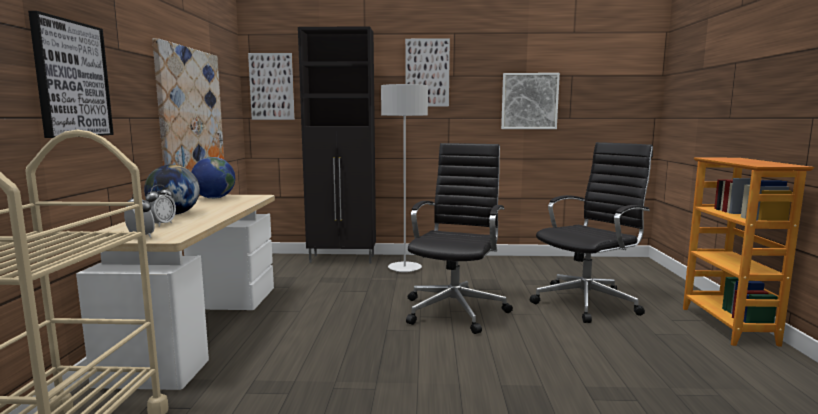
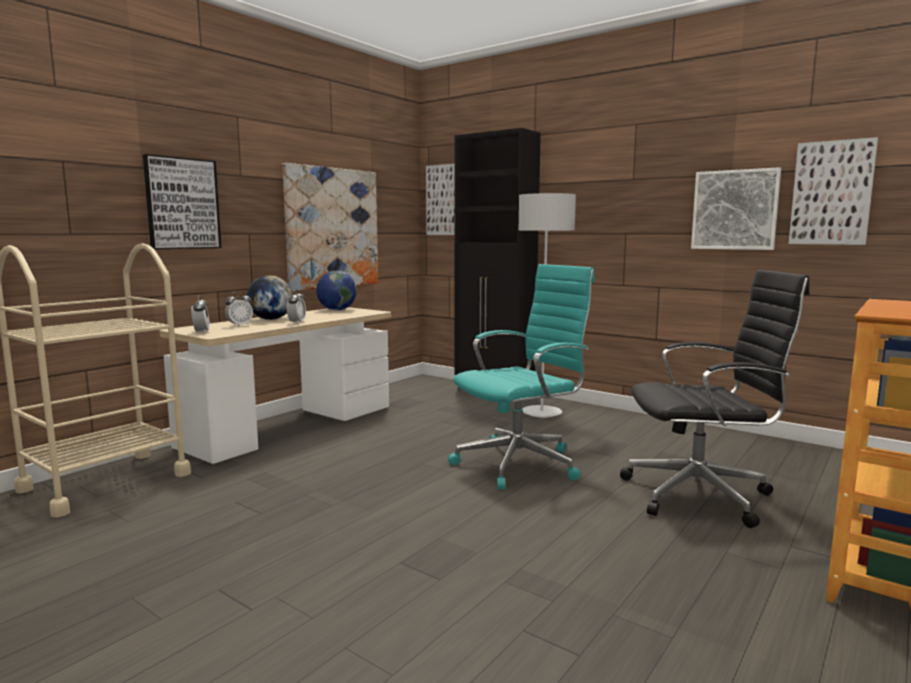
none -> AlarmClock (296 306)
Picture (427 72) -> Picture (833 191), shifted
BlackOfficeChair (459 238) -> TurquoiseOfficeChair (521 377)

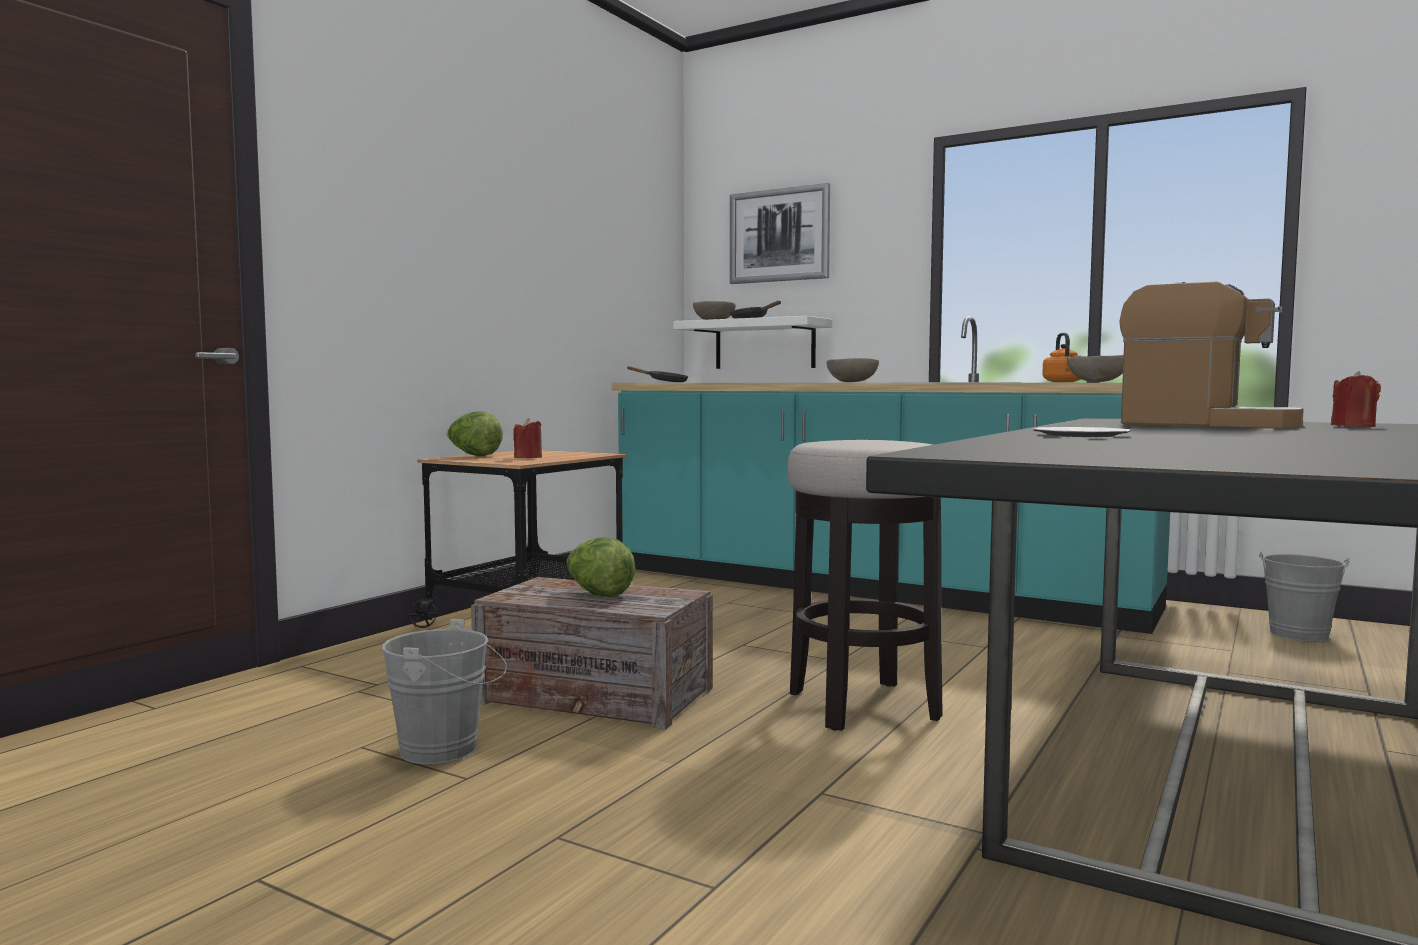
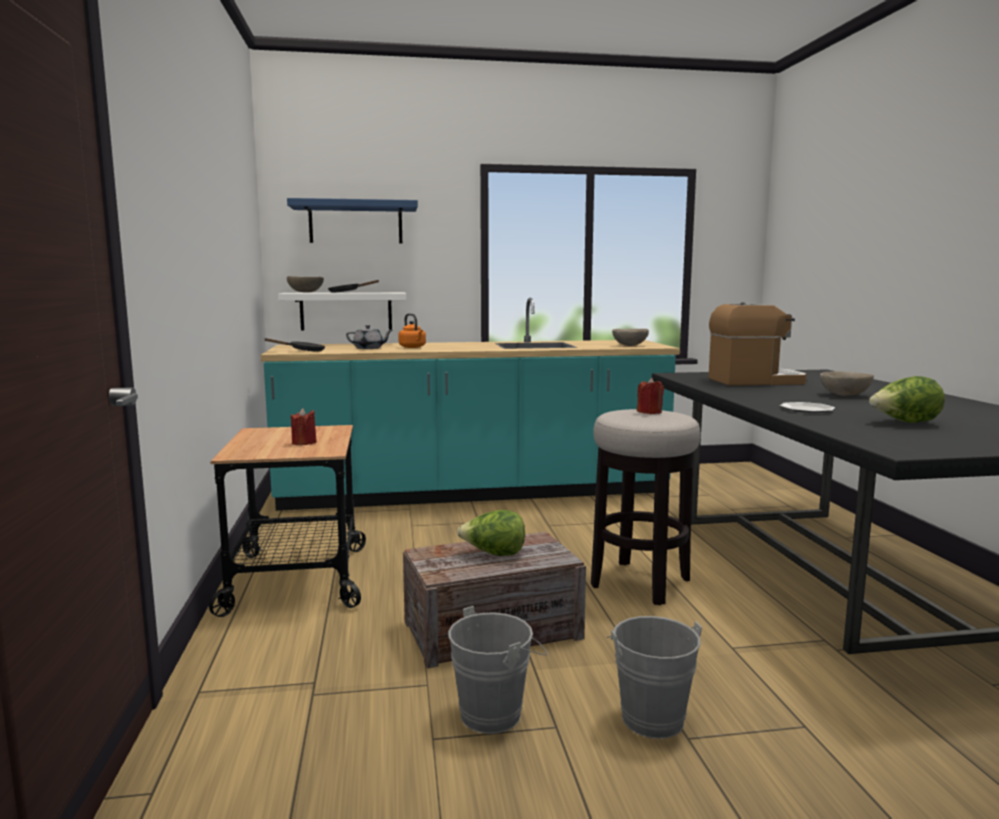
none -> GreyTeapot (369 337)
Lettuce (475 433) -> Lettuce (907 399), shifted
BeigeBowl (853 370) -> BeigeBowl (847 383), shifted
OrangeKettle (1061 357) -> OrangeKettle (412 330), shifted
GreyBucket (1304 596) -> GreyBucket (654 677), shifted
RedCandle (1356 399) -> RedCandle (650 396), shifted
Picture (780 233) -> BlueShelf (352 220)

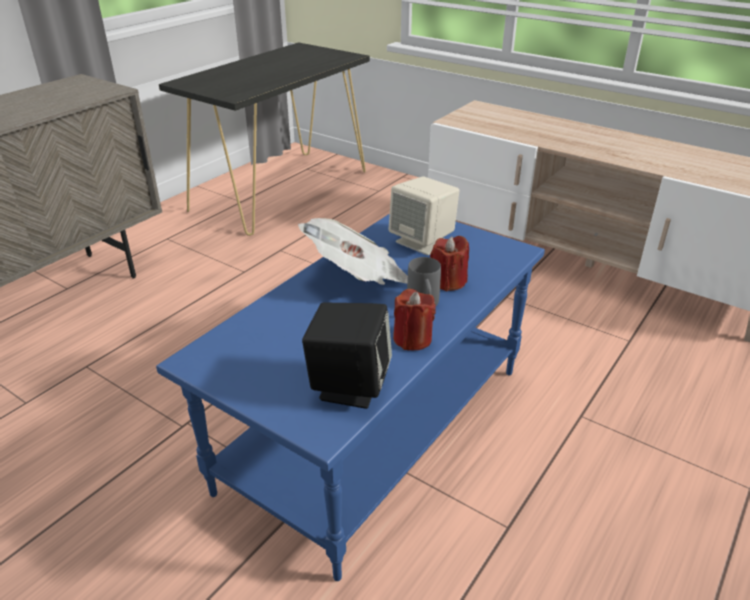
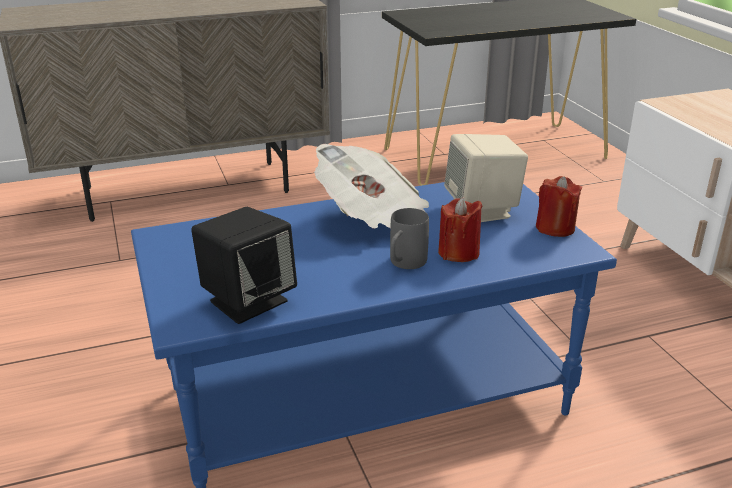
RedCandle (414 320) -> RedCandle (559 206), shifted

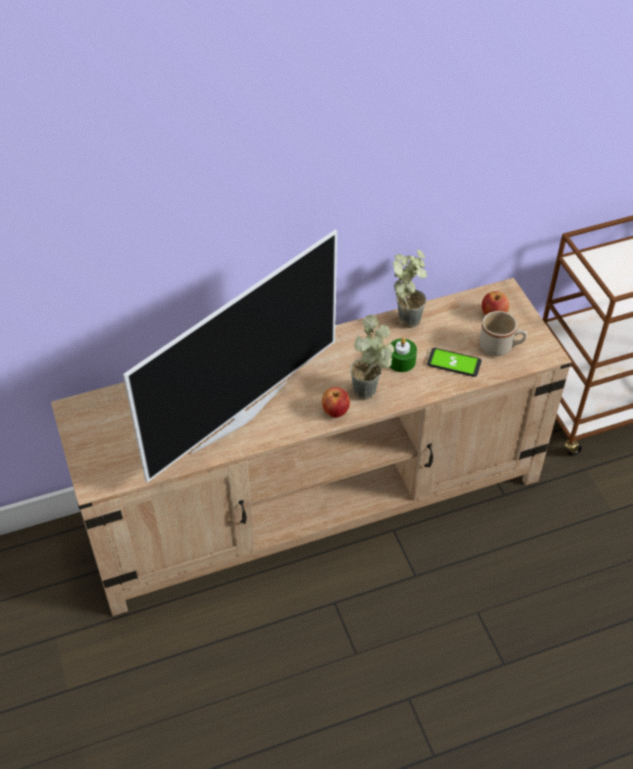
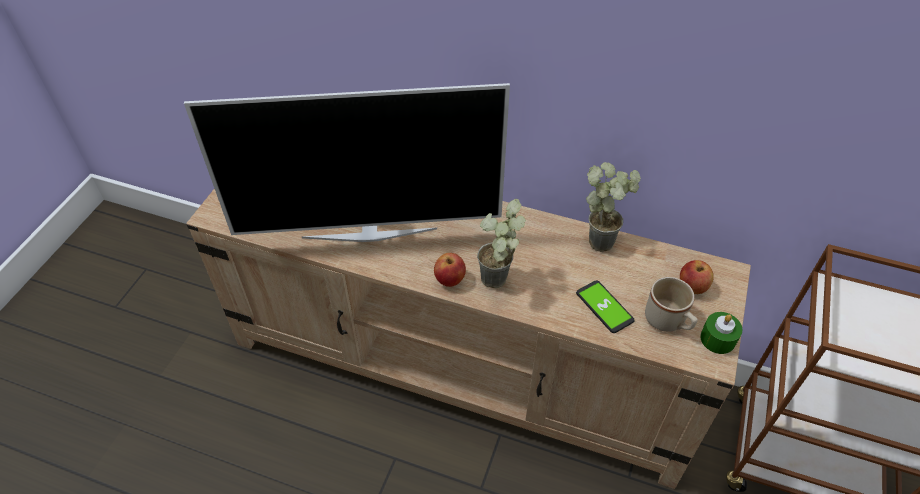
GreenCandle (403 355) -> GreenCandle (721 333), shifted

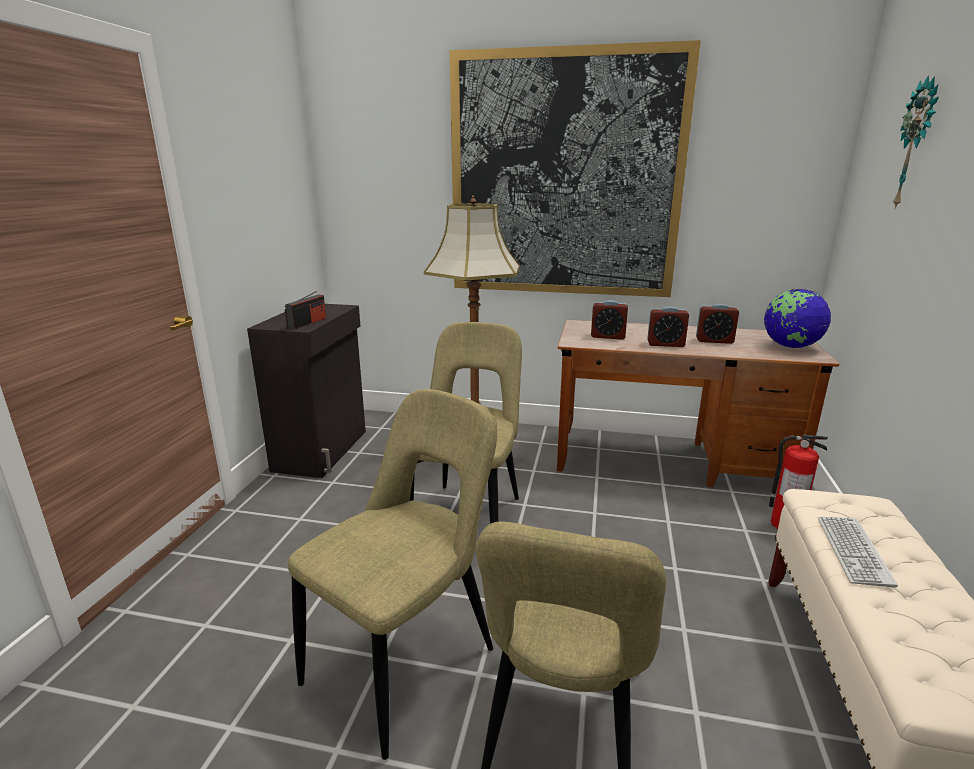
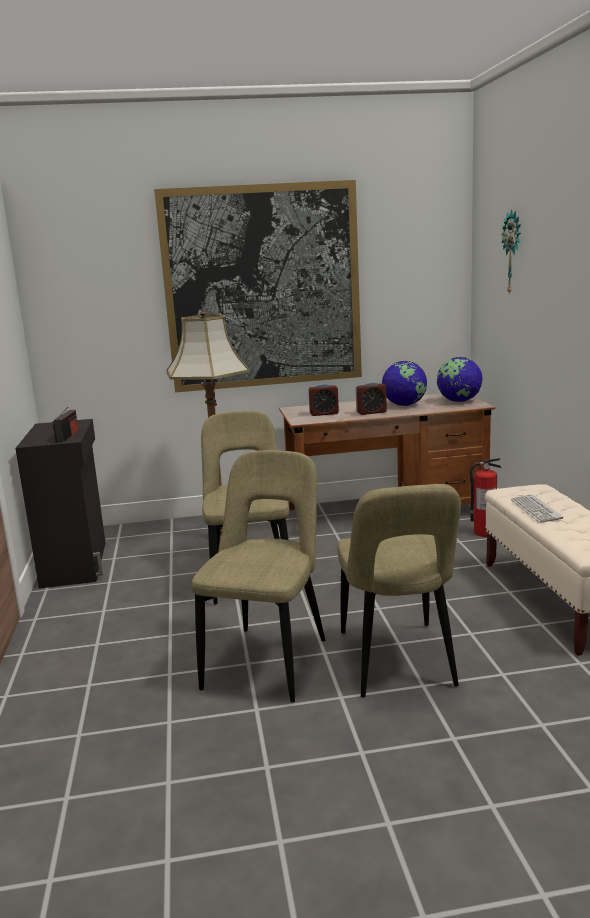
AlarmClock (717 323) -> Globe (404 383)

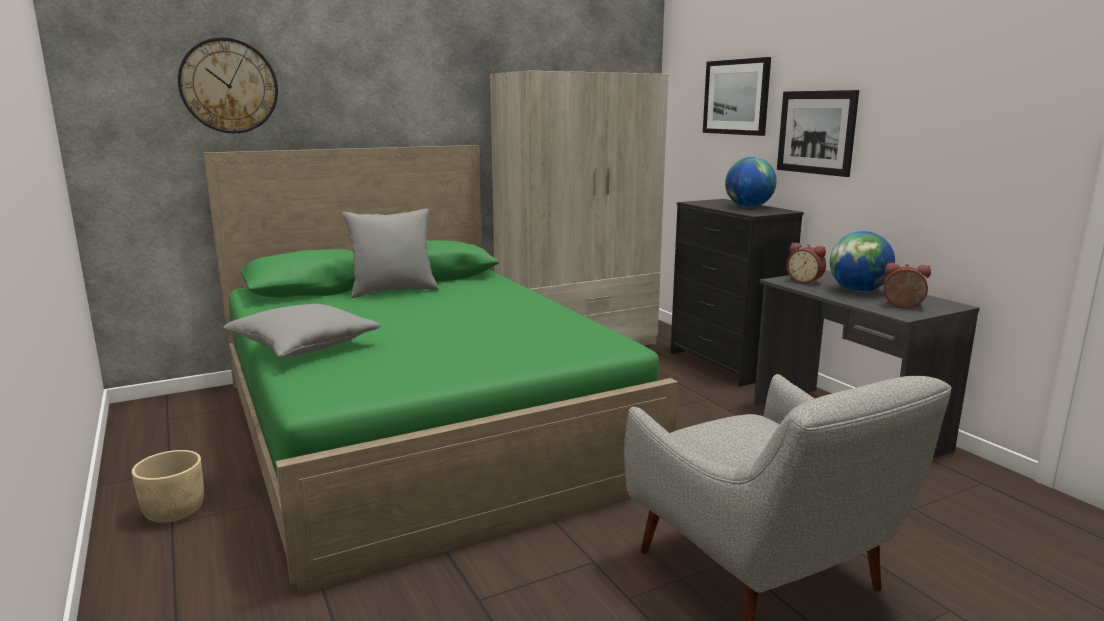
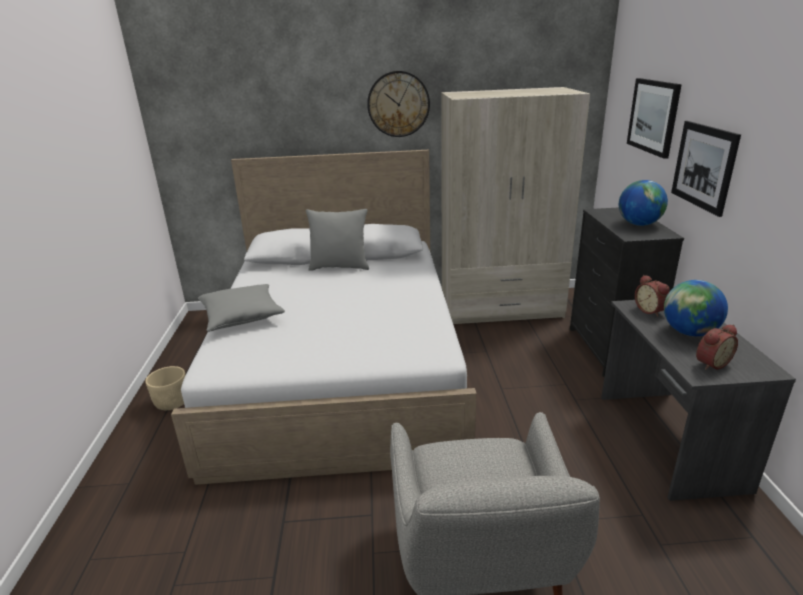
WallClock (228 85) -> WallClock (398 104), shifted
GreenBed (440 370) -> WhiteBed (324 317)
AlarmClock (907 285) -> AlarmClock (717 347), 105 degrees clockwise

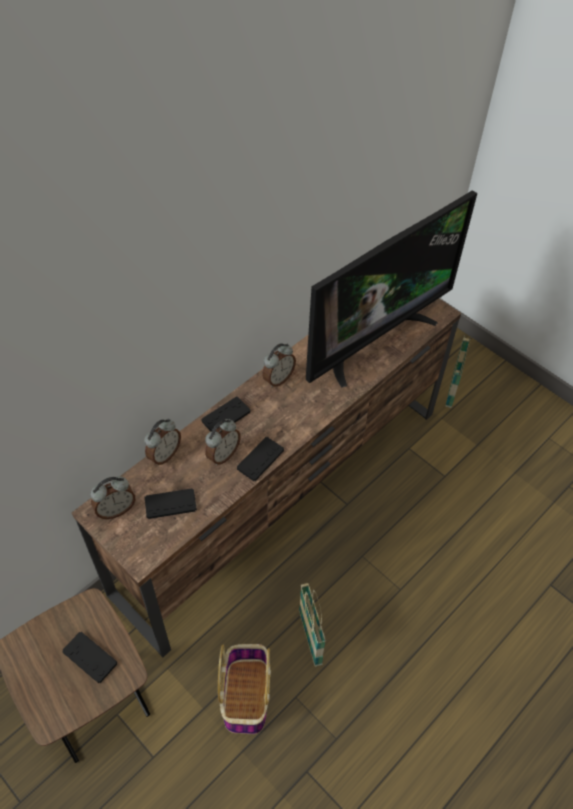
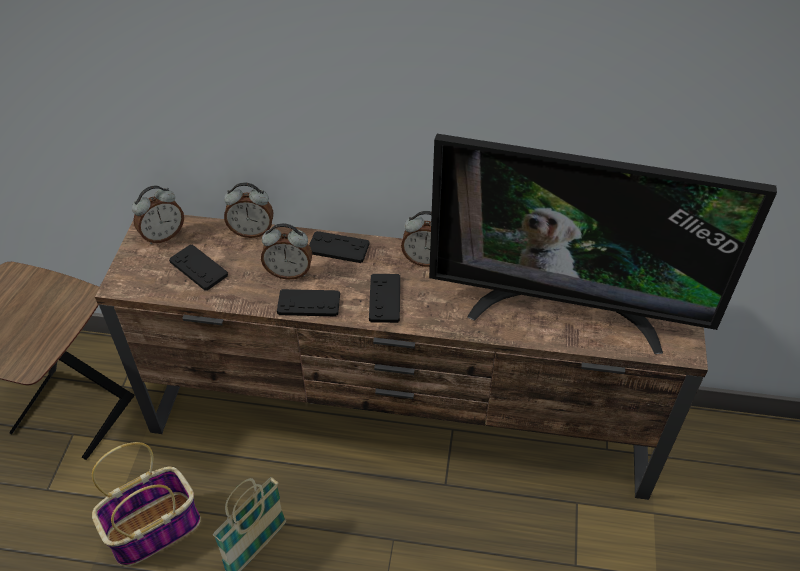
Basket (457 372) -> none
BlackGameController (90 657) -> BlackGameController (384 298), shifted
AlarmClock (112 497) -> AlarmClock (158 214), 60 degrees counterclockwise

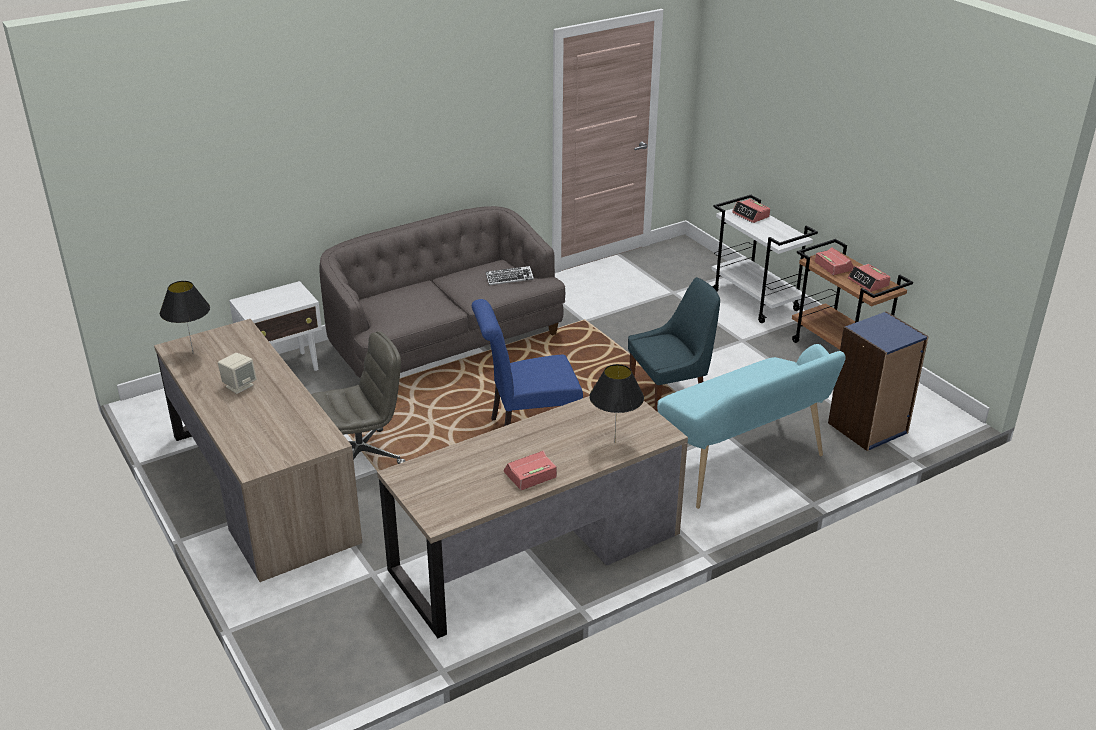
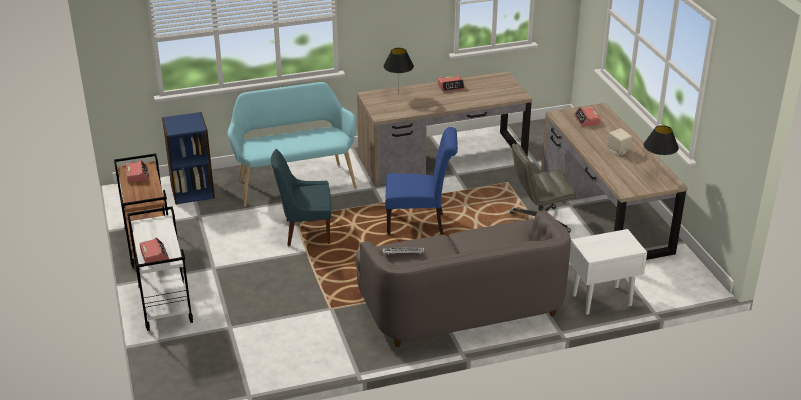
AlarmClock (834 261) -> AlarmClock (587 117), shifted

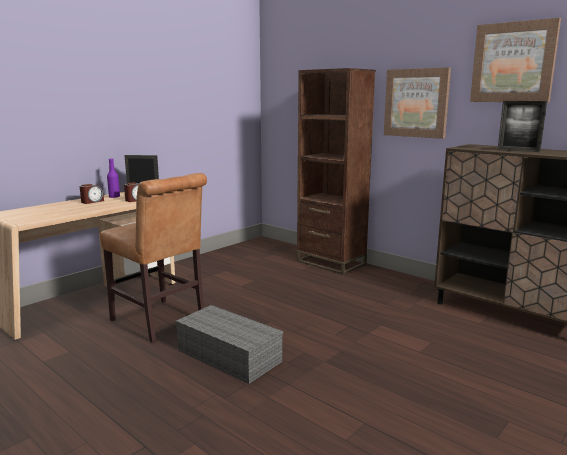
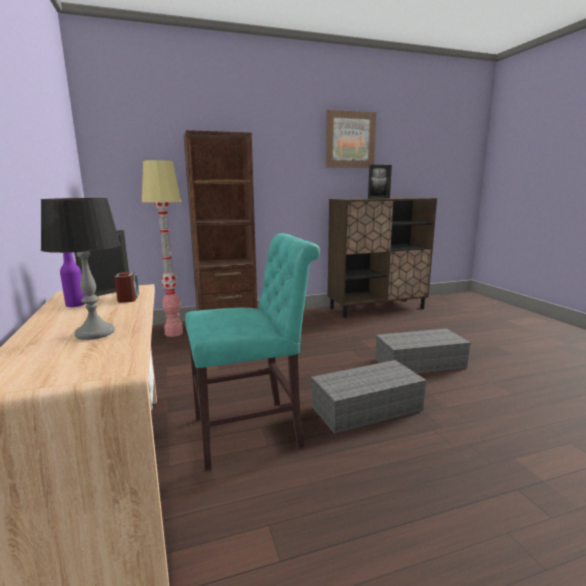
AlarmClock (91 194) -> none
Picture (417 103) -> none
none -> TableLamp (81 269)
none -> FloorLamp (162 248)
none -> GreyStorageBox (423 351)
BrownChair (153 258) -> TurquoiseChair (252 352)

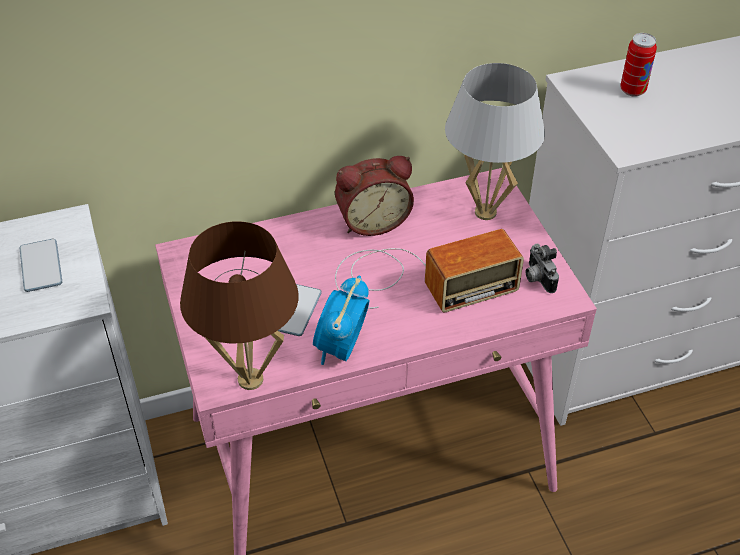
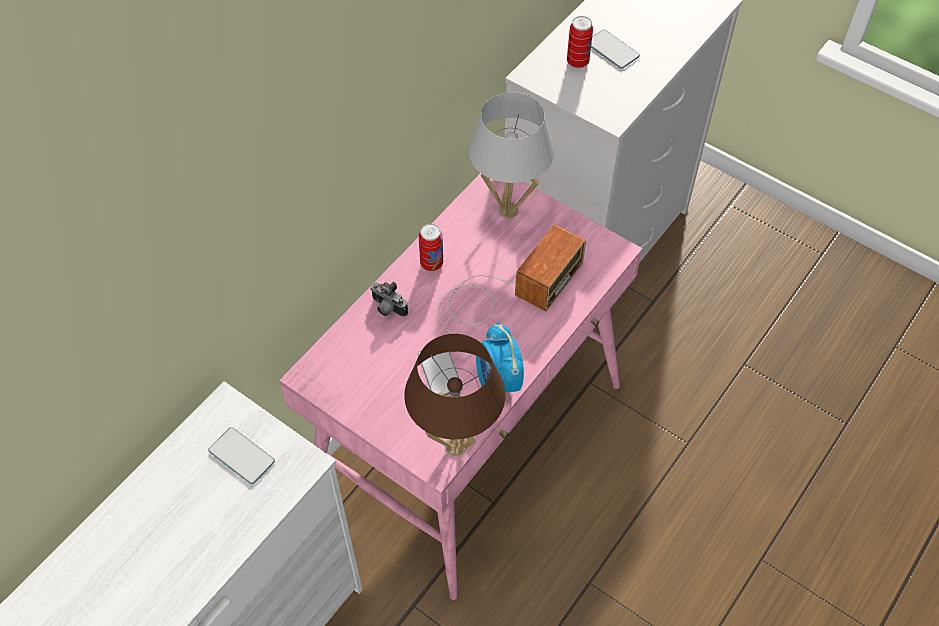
none -> Phone (615 49)
PhotoCamera (542 268) -> PhotoCamera (389 299), shifted
AlarmClock (374 196) -> Can (431 247)

